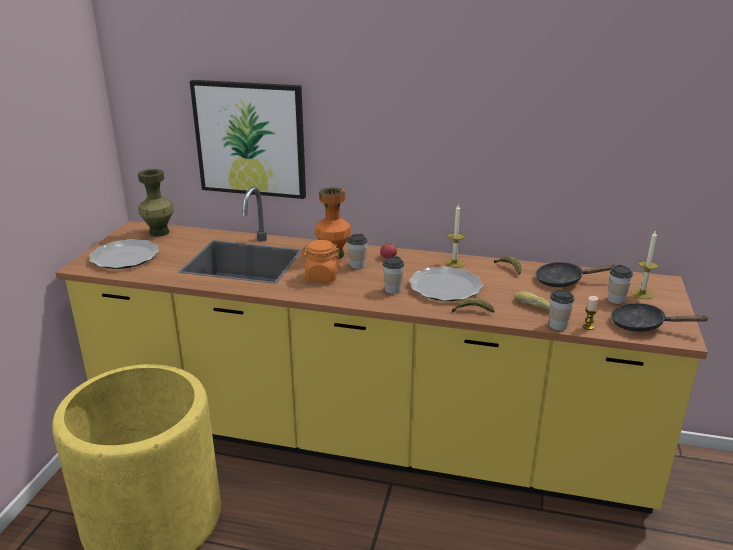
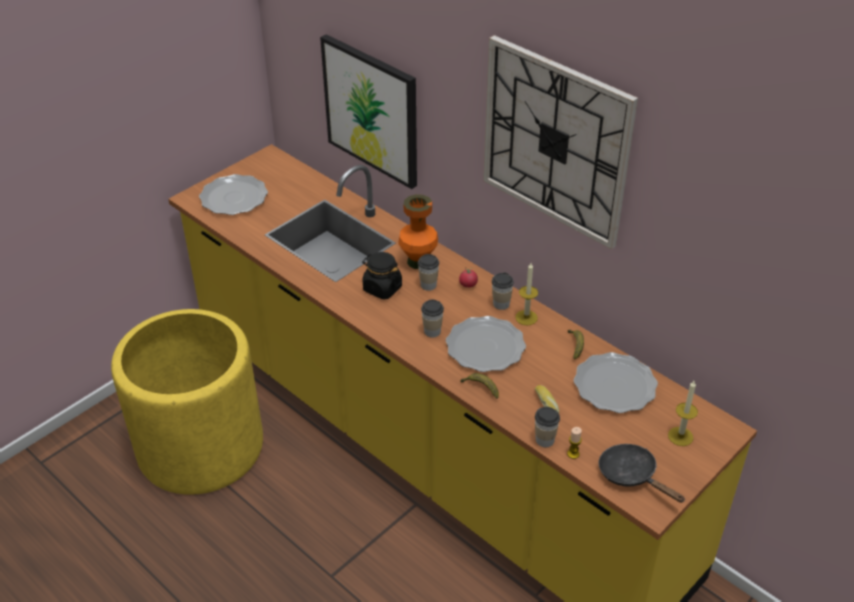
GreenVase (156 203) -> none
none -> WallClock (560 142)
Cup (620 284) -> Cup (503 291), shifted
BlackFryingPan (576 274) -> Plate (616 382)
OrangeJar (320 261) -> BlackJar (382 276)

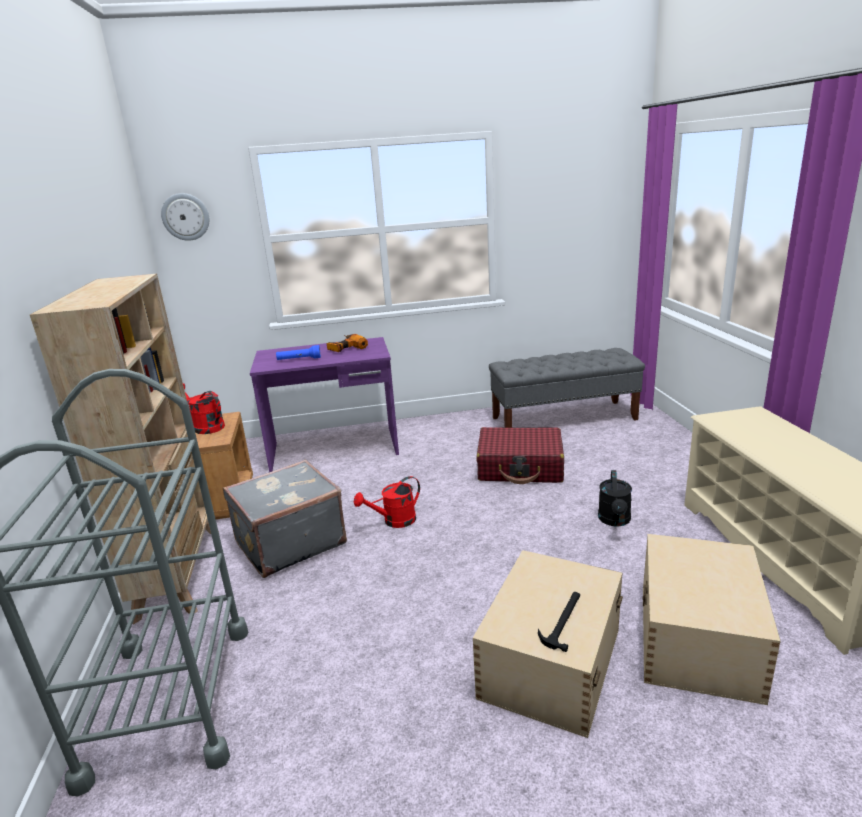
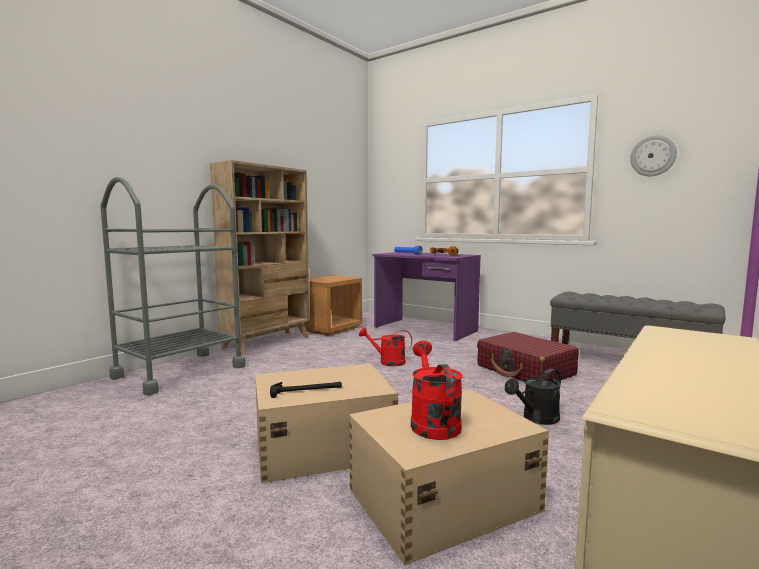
GreySuitcase (285 518) -> none
WallClock (185 217) -> WallClock (653 155), shifted
RedWateringCan (204 408) -> RedWateringCan (437 390), shifted

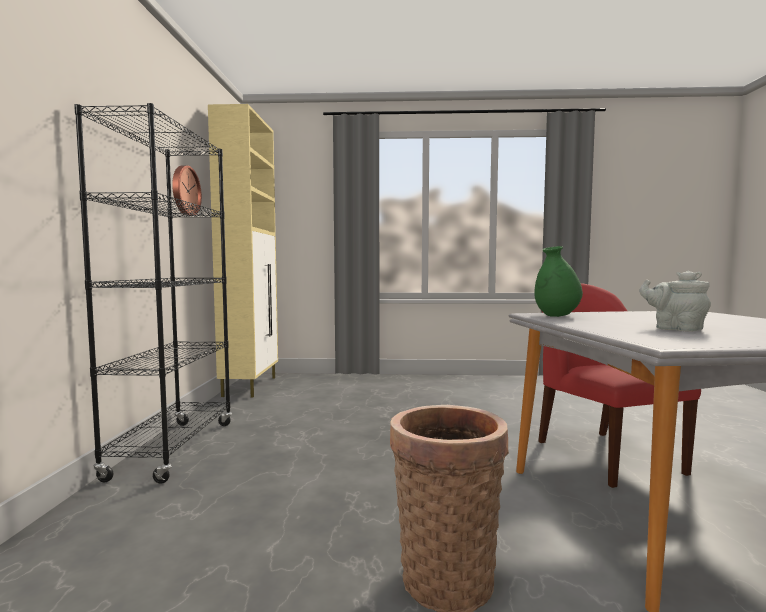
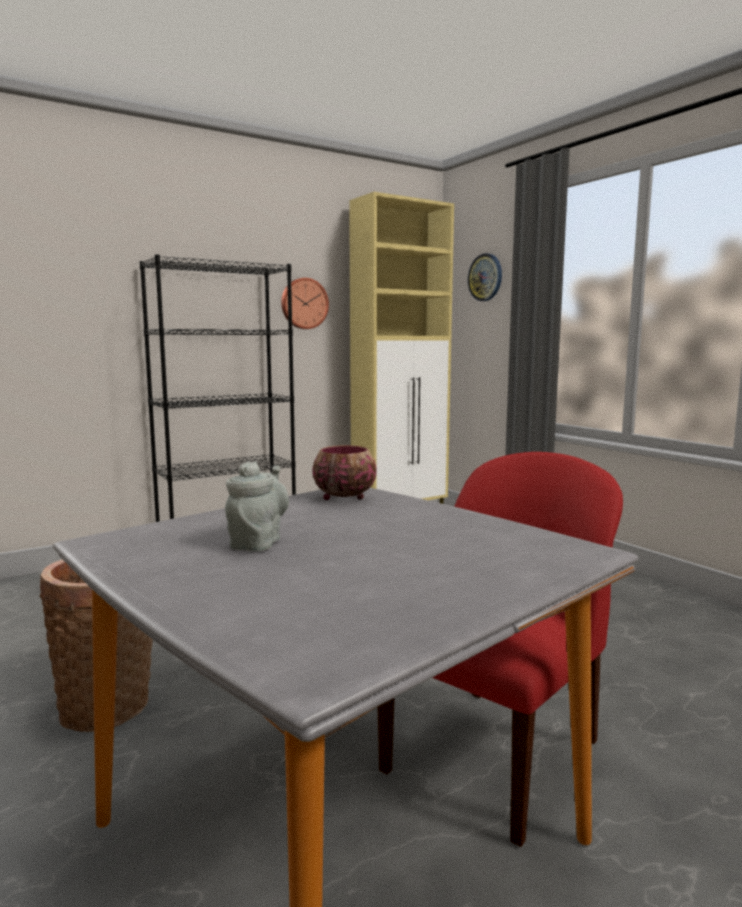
none -> WallClock (485 277)
GreenVase (558 281) -> Bowl (344 472)

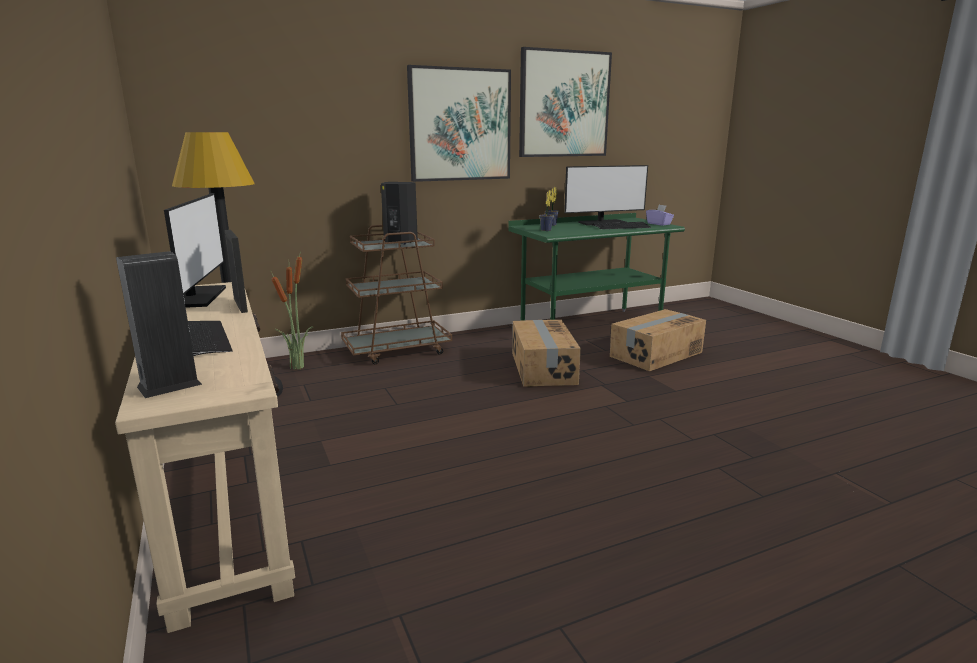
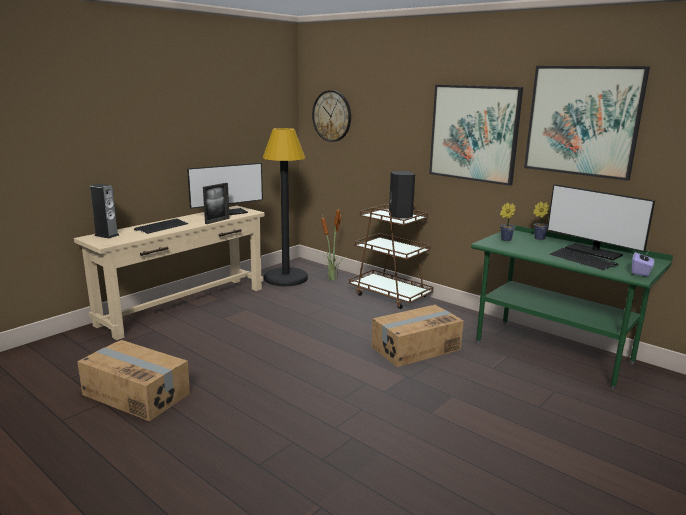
none -> WallClock (331 116)
CardboardBox (658 340) -> CardboardBox (133 380), shifted

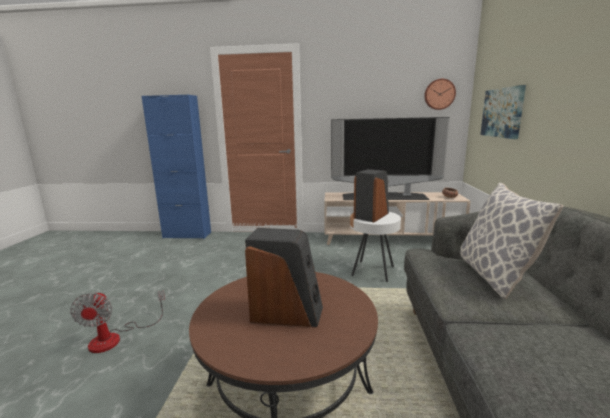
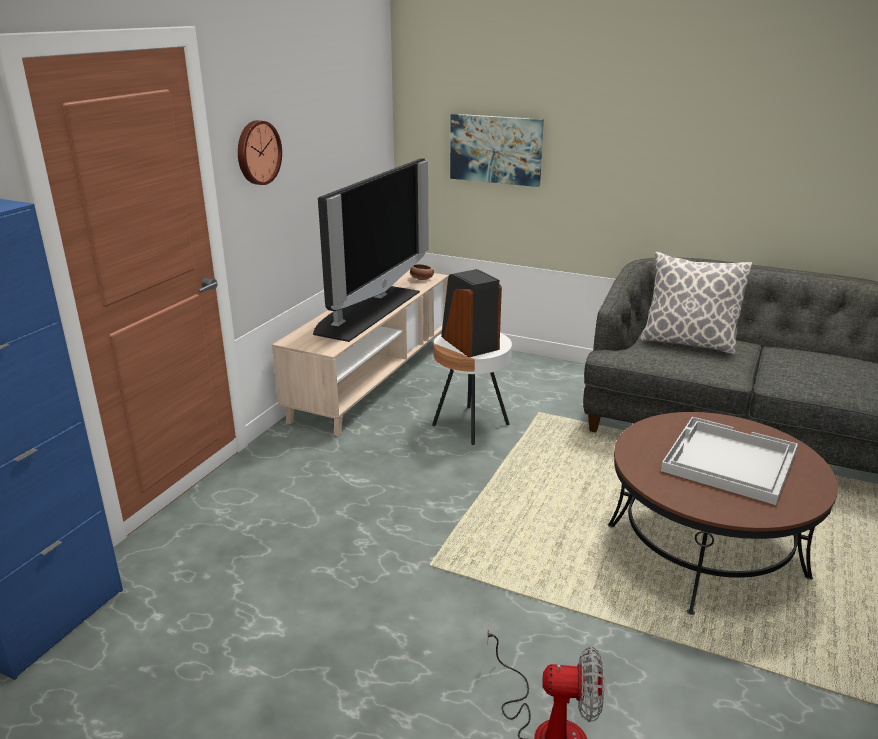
WallClock (440 94) -> WallClock (260 152), shifted
Speaker (284 277) -> WhiteTray (729 461)

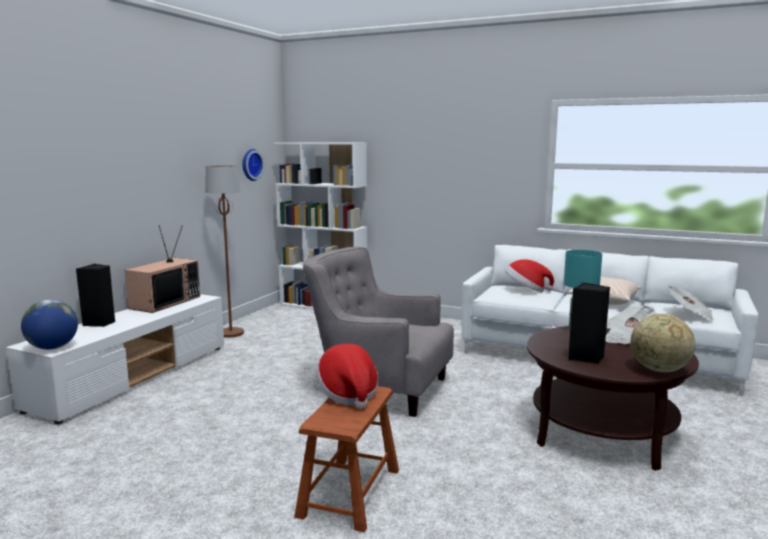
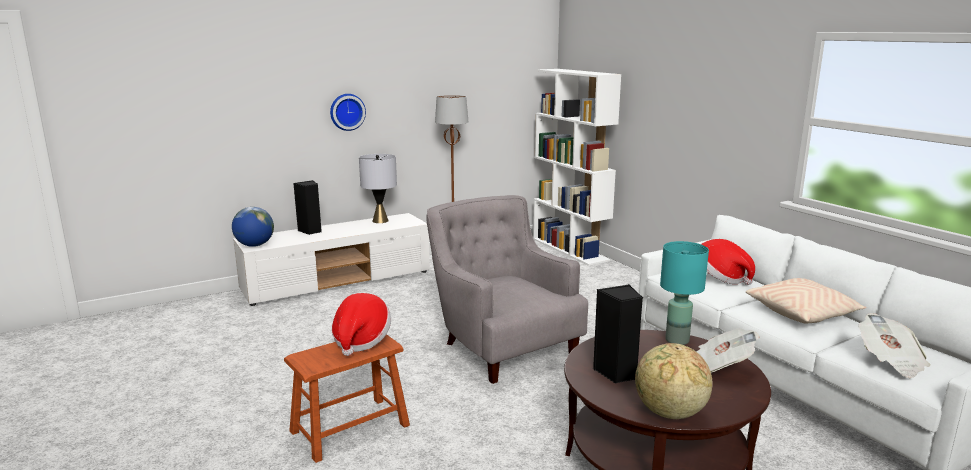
WallClock (253 165) -> WallClock (348 112), shifted
Television (162 269) -> GreyTableLamp (378 188)

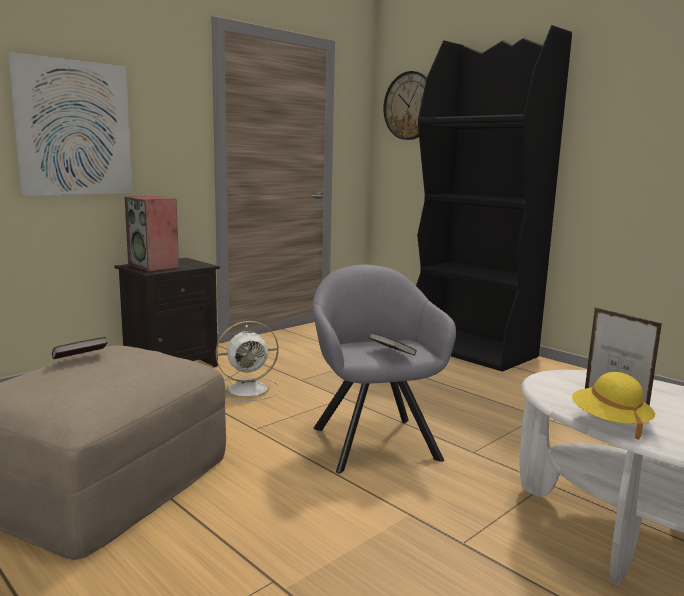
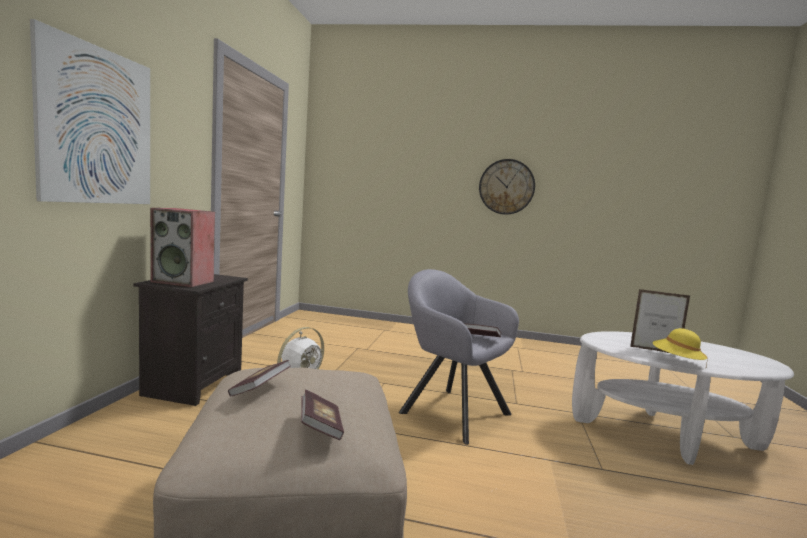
BlackBookcase (494 198) -> none
none -> Book (322 414)
WallClock (405 105) -> WallClock (507 187), shifted

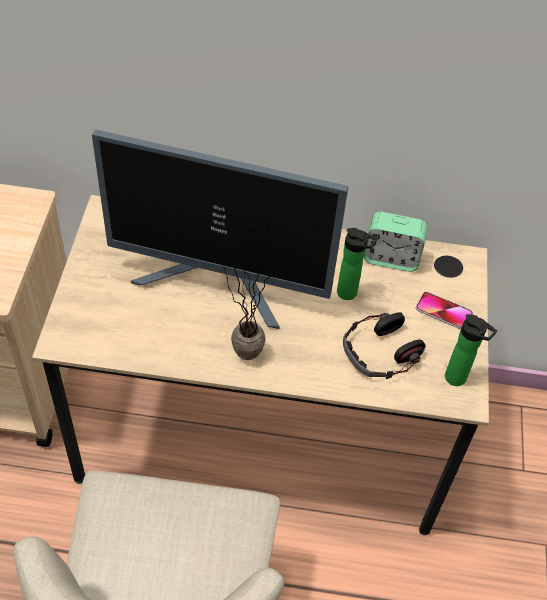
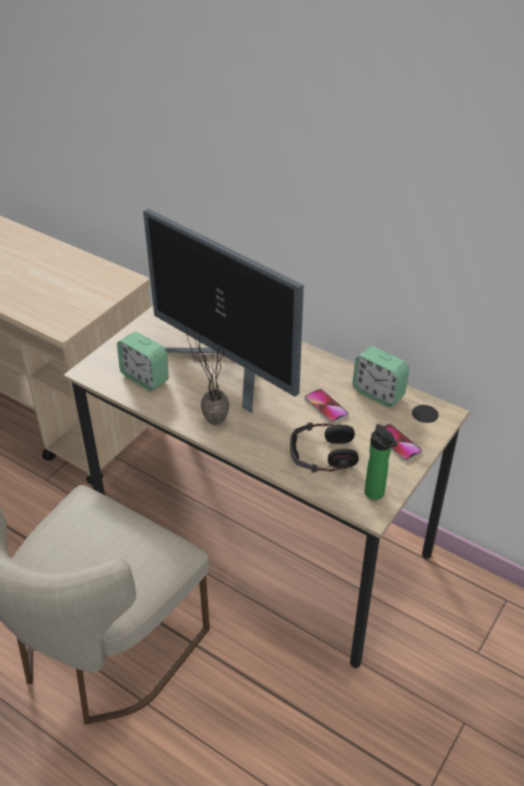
none -> AlarmClock (143 361)
Bottle (357 264) -> Phone (326 406)

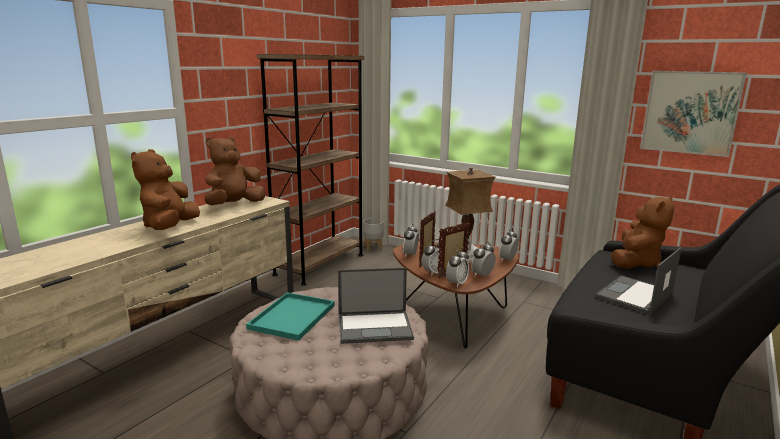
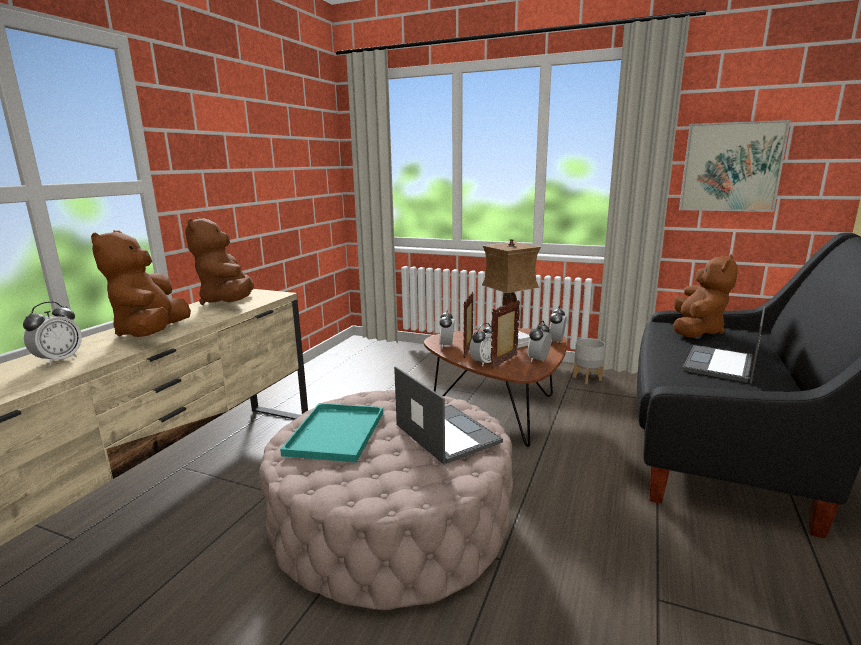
BrownBookcase (310 170) -> none
GreyPlanter (373 234) -> GreyPlanter (589 361), shifted
AlarmClock (457 268) -> AlarmClock (52 333), shifted
BrownPlushToy (235 171) -> BrownPlushToy (219 261), 45 degrees counterclockwise
Laptop (376 305) -> Laptop (448 415), 105 degrees counterclockwise

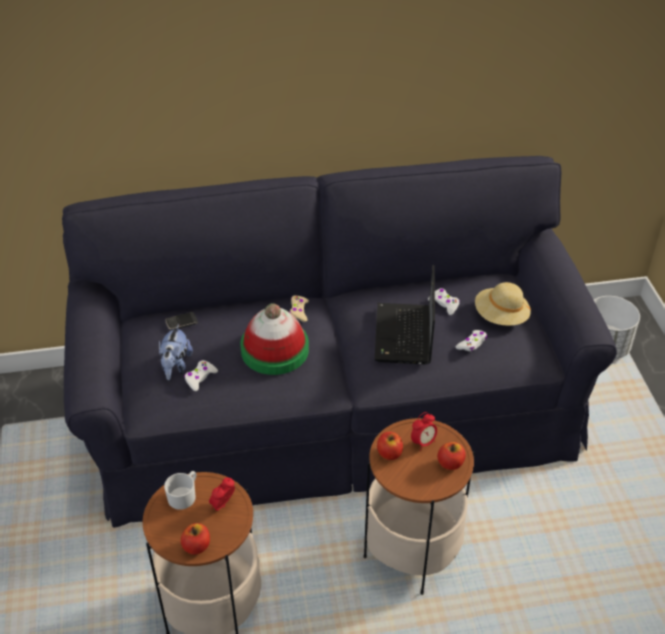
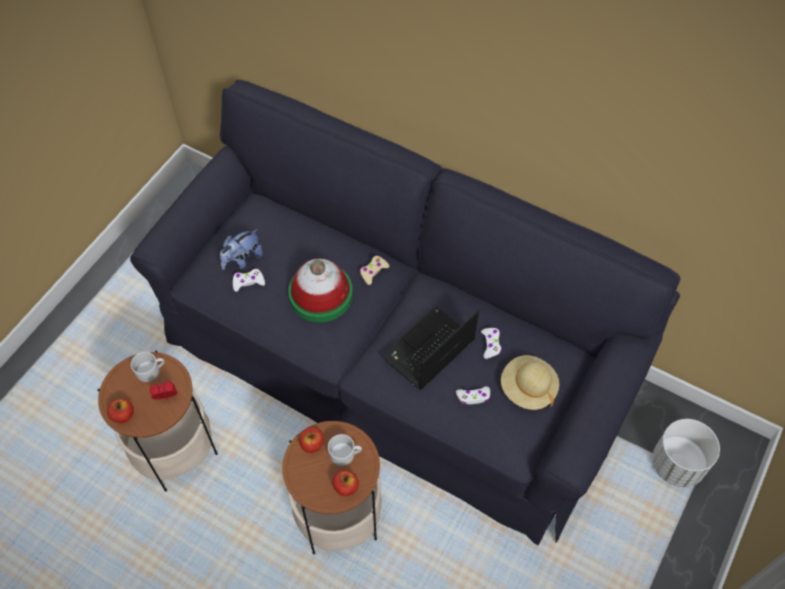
Phone (181 321) -> none
AlarmClock (424 431) -> WhiteMug (345 450)

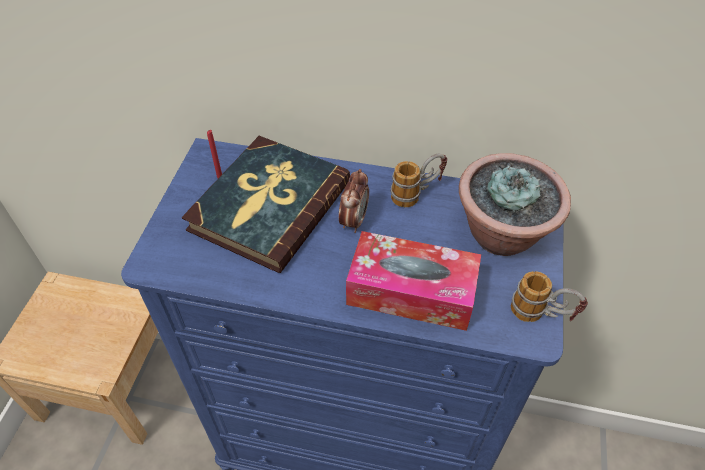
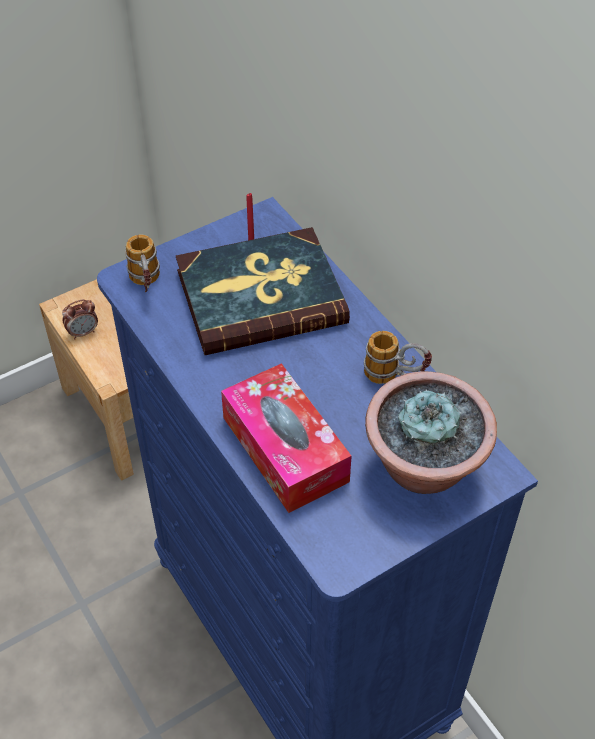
AlarmClock (354 201) -> AlarmClock (80 319), shifted
Mug (549 296) -> Mug (142 263), shifted

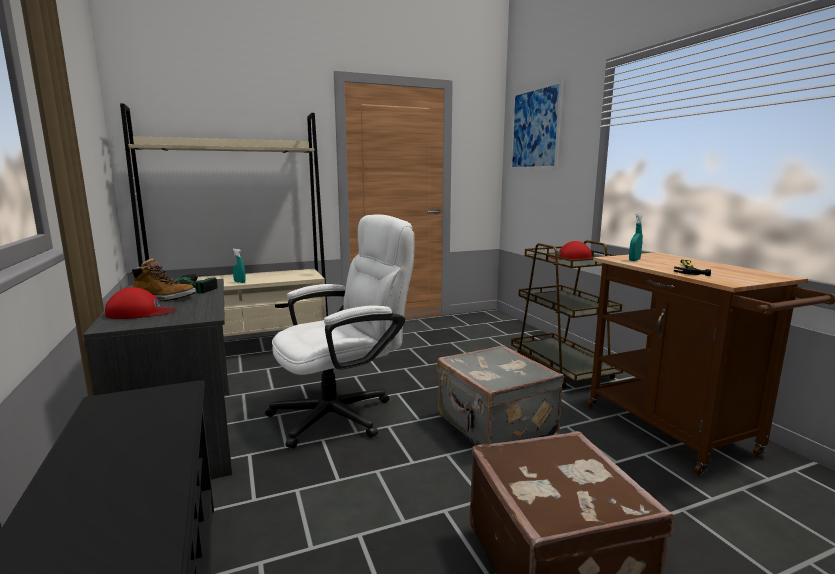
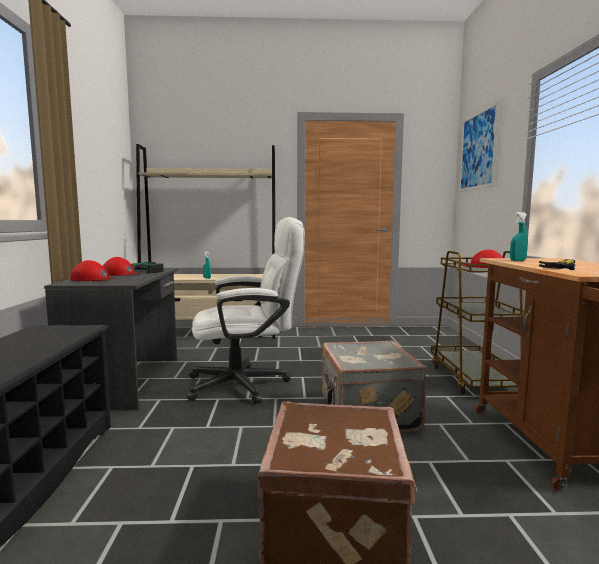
Boot (163 280) -> RedCap (121 266)

